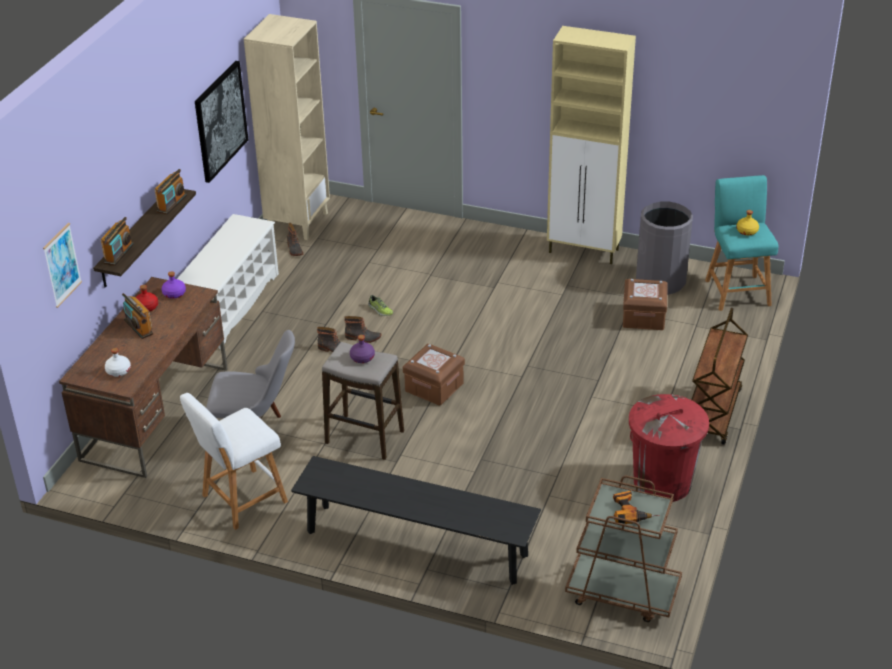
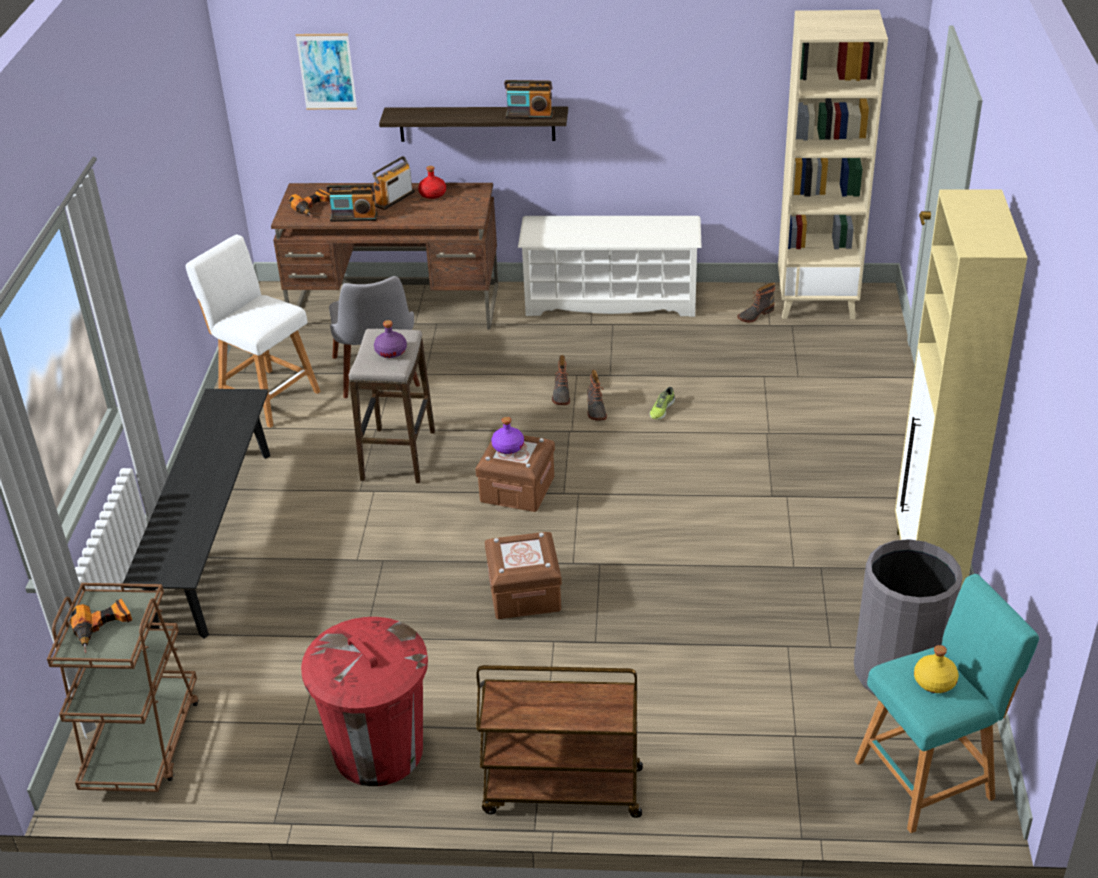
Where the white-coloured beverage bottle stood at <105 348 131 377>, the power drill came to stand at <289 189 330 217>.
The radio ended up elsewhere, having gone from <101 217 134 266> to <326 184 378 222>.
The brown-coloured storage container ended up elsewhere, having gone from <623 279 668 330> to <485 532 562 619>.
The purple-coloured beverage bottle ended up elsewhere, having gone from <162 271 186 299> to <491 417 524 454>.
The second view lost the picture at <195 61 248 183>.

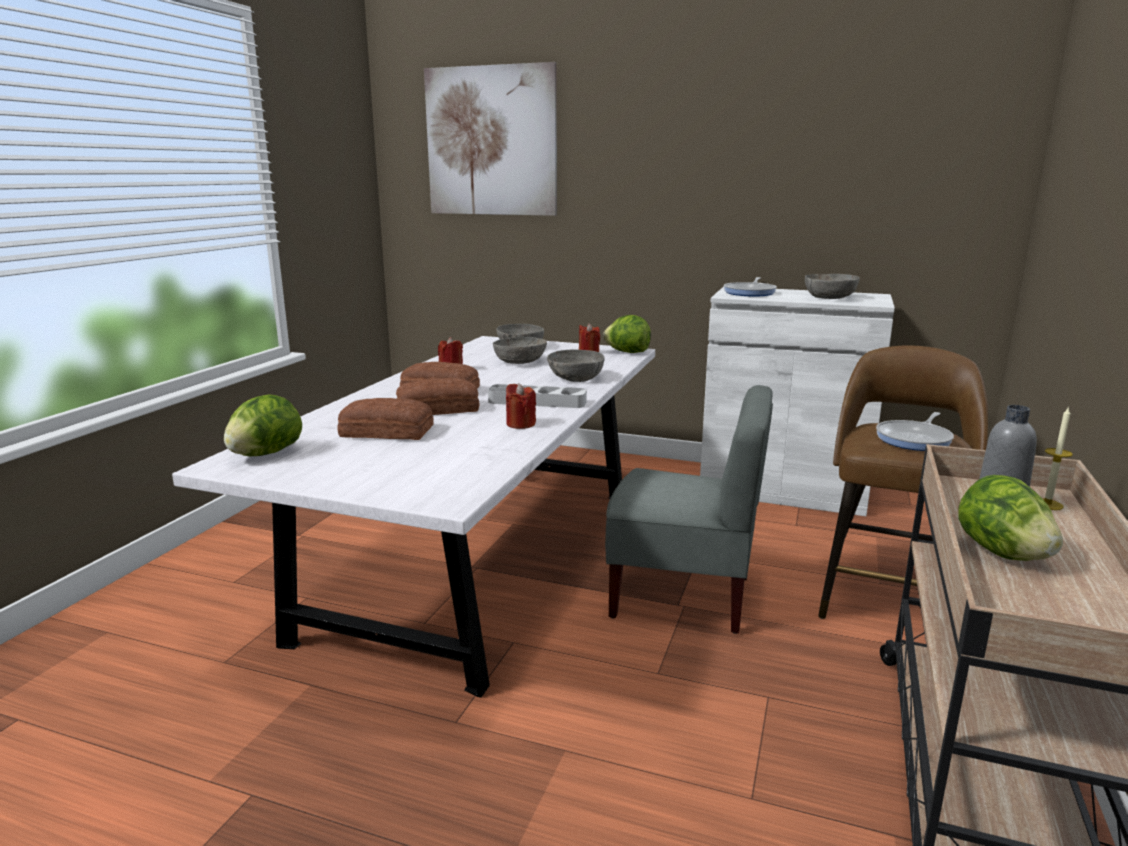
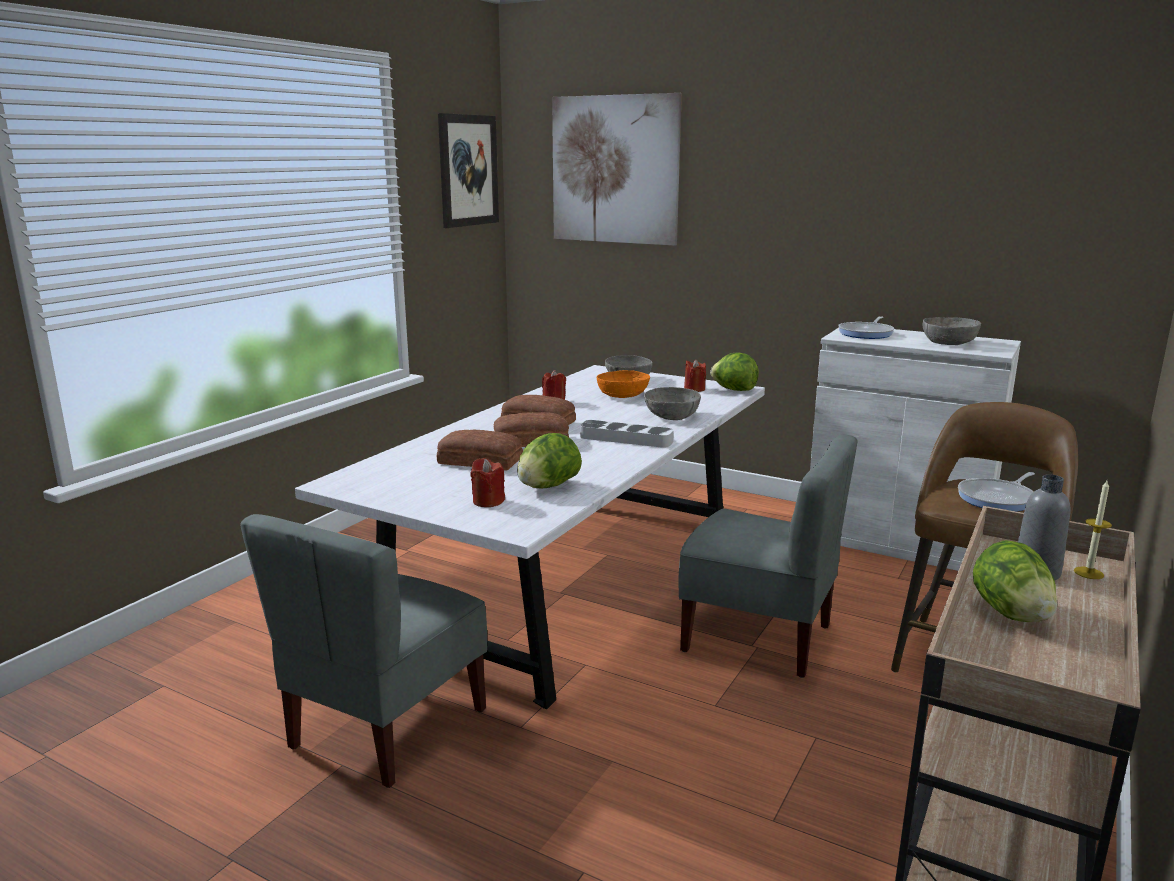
The second view gained the gray upright chair at <240 514 487 788>.
The second view gained the picture at <438 113 499 228>.
The reddish candle ended up elsewhere, having gone from <506 383 536 429> to <470 458 505 507>.
The lettuce head ended up elsewhere, having gone from <224 394 302 456> to <517 433 582 488>.
What was the gray bowl at <493 337 547 364> turned into the orange-coloured bowl at <597 370 650 398>.

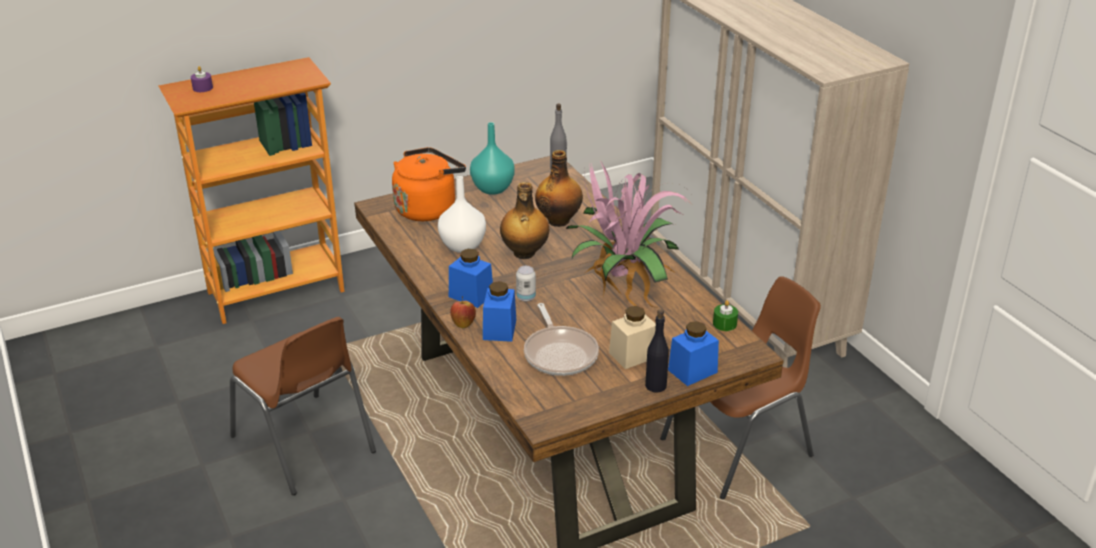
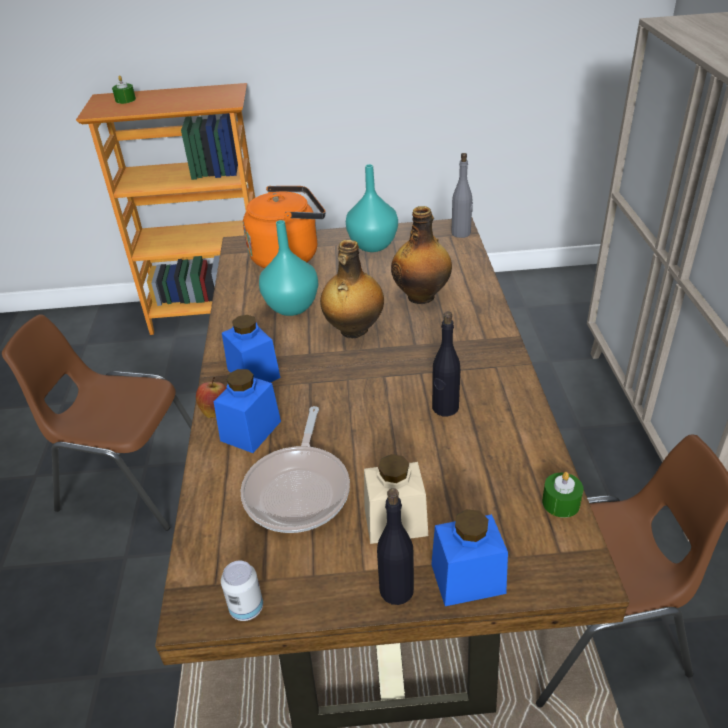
The brown-coloured upright chair at <230 317 376 495> ended up facing another way, 120 degrees clockwise from before.
What was the purple-coloured candle at <191 66 213 92> turned into the green candle at <112 75 136 104>.
The metal can ended up elsewhere, having gone from <516 266 536 302> to <221 561 263 621>.
What was the white-coloured decorative vase at <438 176 486 253> turned into the turquoise decorative vase at <259 220 318 316>.
Where the houseplant stood at <566 161 694 307>, the black beverage bottle came to stand at <432 312 460 416>.

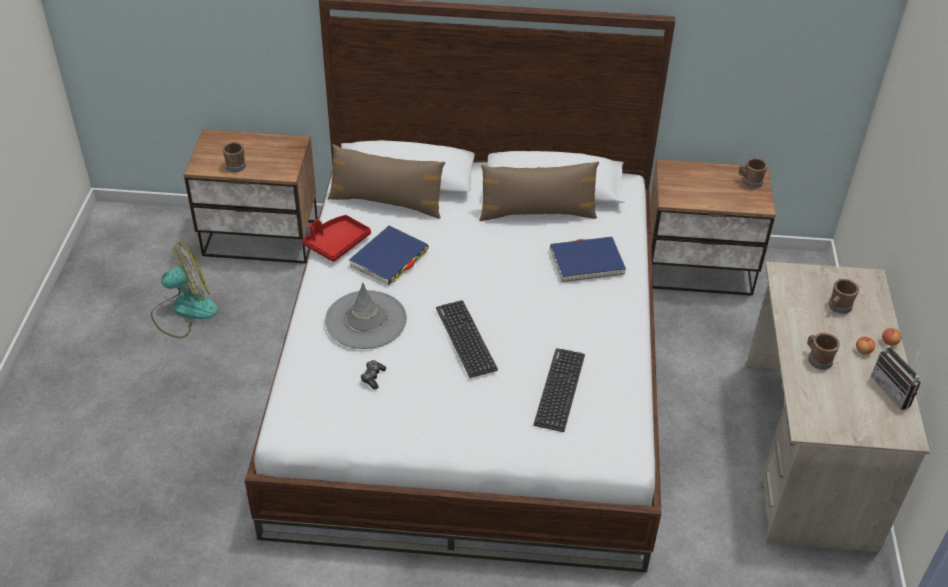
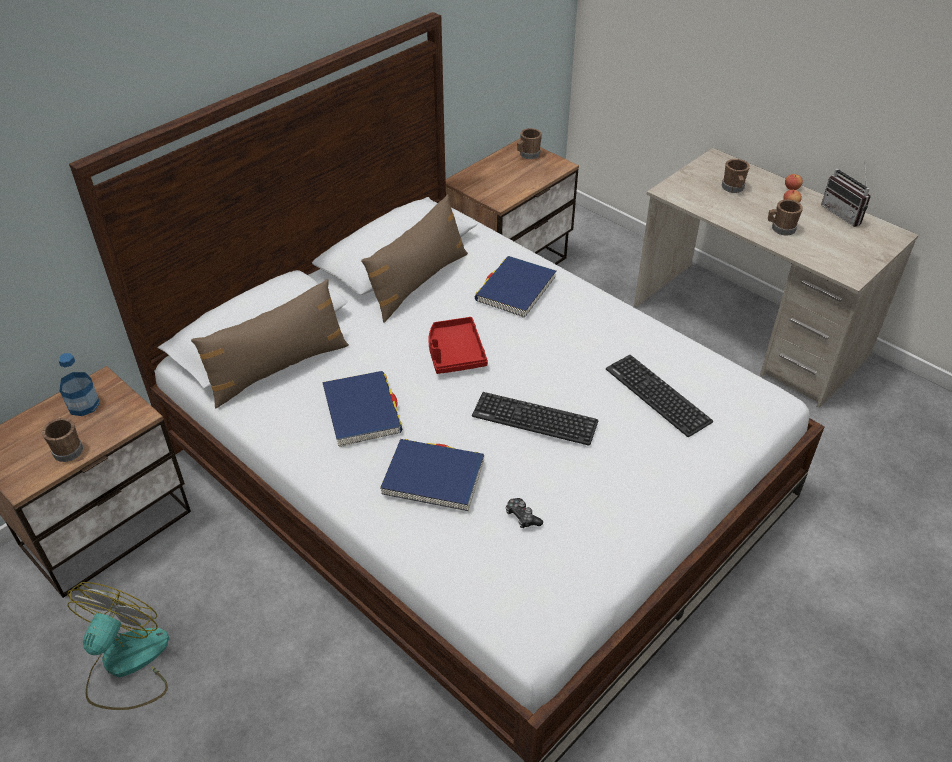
The second view gained the beverage bottle at <59 353 100 416>.
Where the gray clothing hat stood at <325 283 407 349>, the blue volume came to stand at <380 439 484 511>.
The reddish serving tray ended up elsewhere, having gone from <302 215 371 262> to <428 317 488 374>.
The radio at <871 343 921 410> ended up facing another way, 45 degrees clockwise from before.

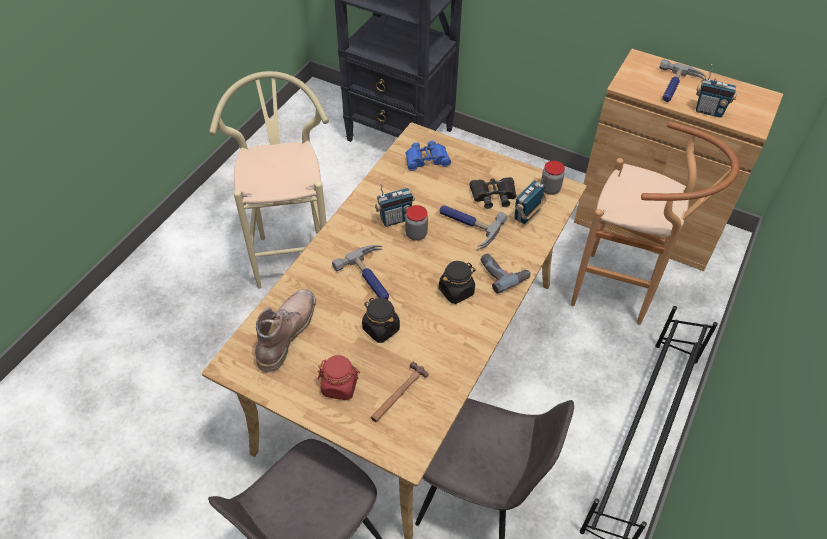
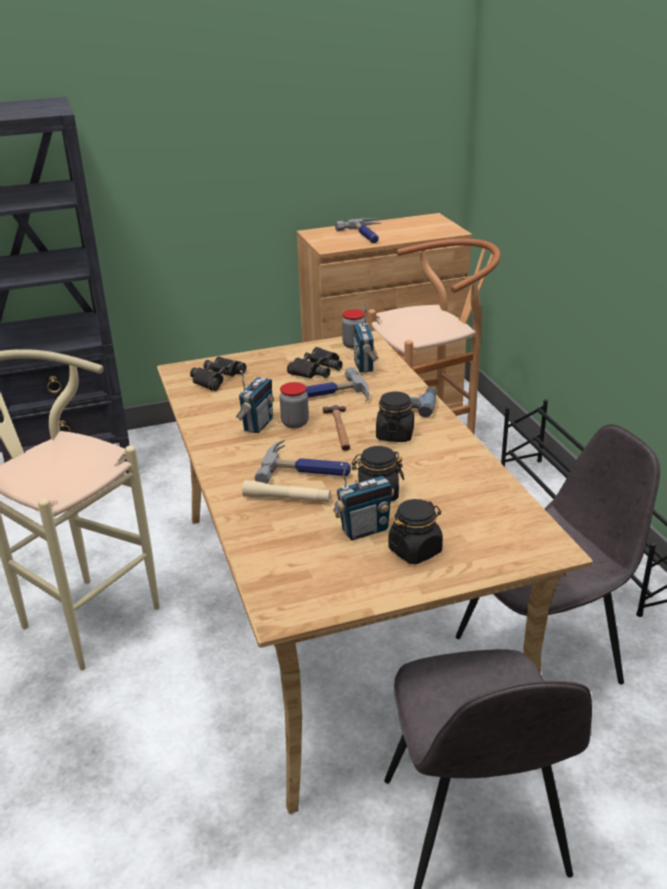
What was the blue field glasses at <406 141 451 171> turned into the black field glasses at <190 357 246 391>.
The second view gained the beige hand torch at <242 480 331 502>.
The hammer ended up elsewhere, having gone from <371 362 429 422> to <323 405 350 451>.
The radio ended up elsewhere, having gone from <696 64 737 118> to <333 463 394 540>.
What was the reddish preserve jar at <318 355 360 400> turned into the black preserve jar at <389 499 443 564>.
The second view lost the brown-coloured boot at <255 289 316 373>.

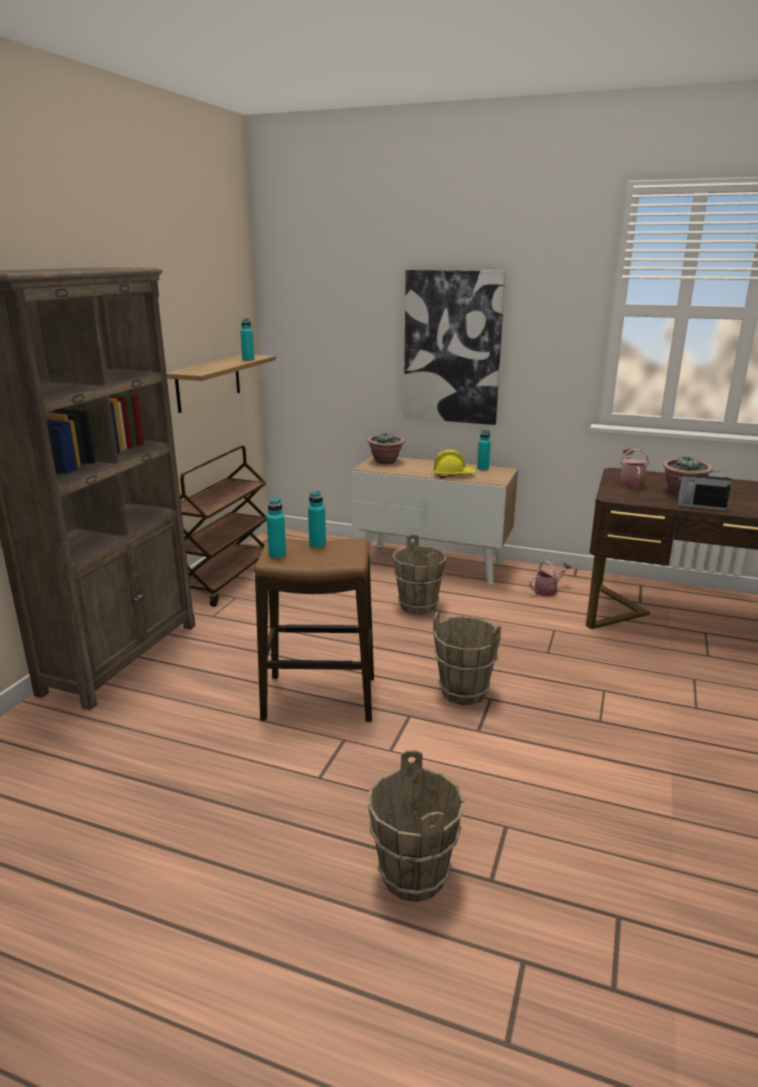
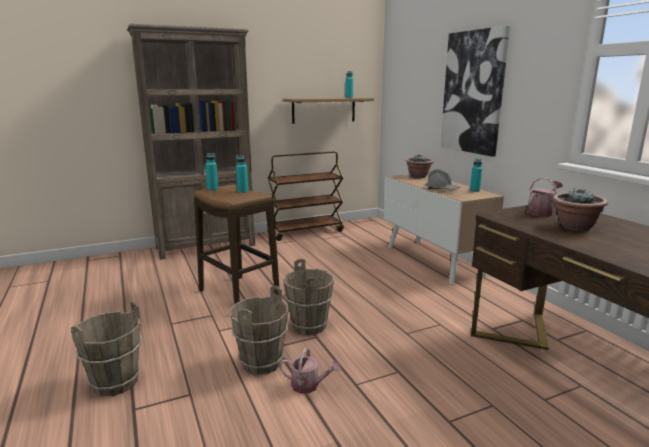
The brown-coloured water bucket ended up elsewhere, having gone from <393 534 446 615> to <229 286 288 375>.
The sprinkling can ended up elsewhere, having gone from <529 561 572 597> to <279 348 341 394>.
What was the yellow-coloured safety helmet at <434 450 476 478> turned into the gray safety helmet at <426 169 460 190>.
The second view lost the radio at <677 470 732 511>.

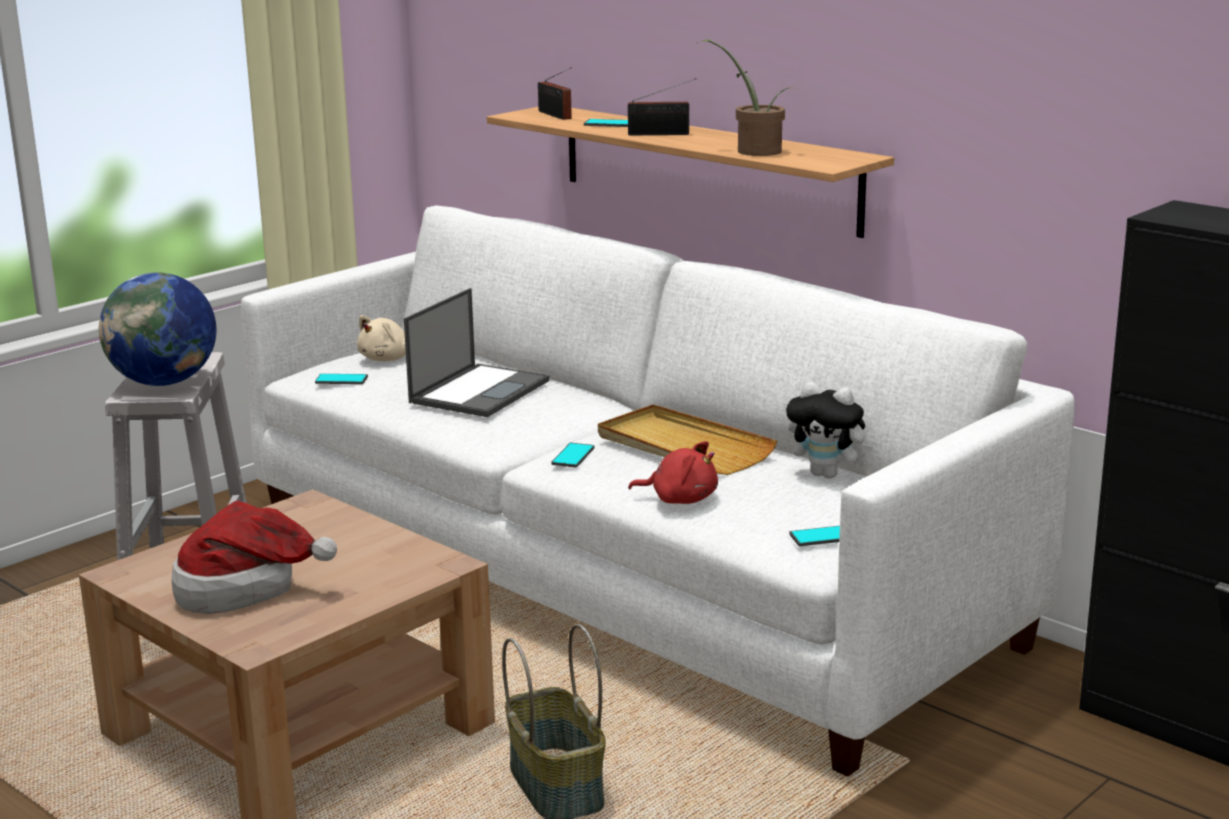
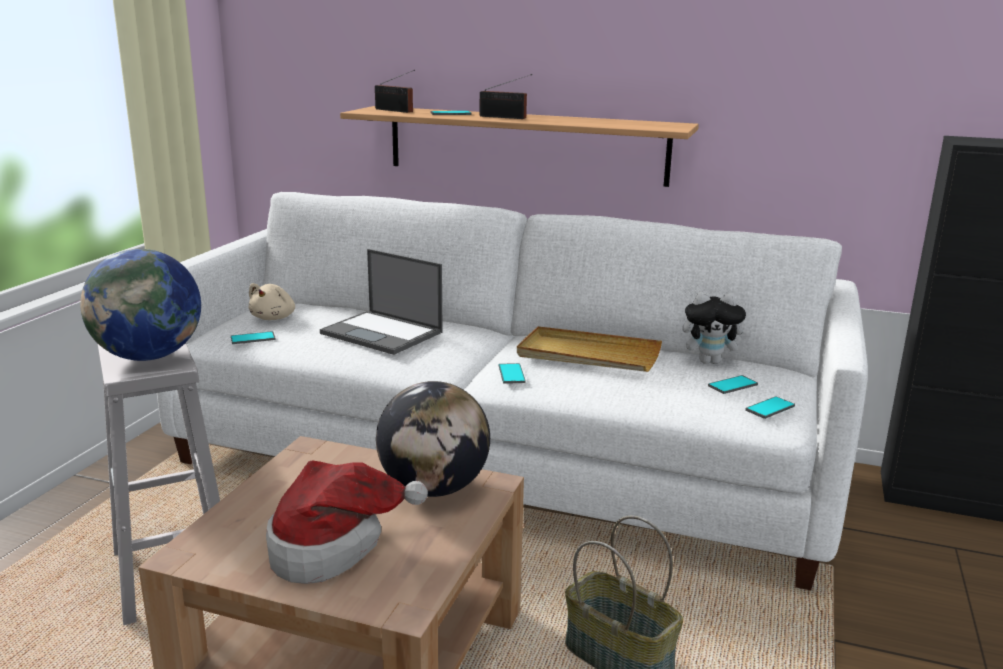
The portable computer at <404 288 549 417> ended up facing another way, 120 degrees clockwise from before.
The second view gained the world globe at <376 381 490 497>.
The radio at <628 78 696 135> ended up facing another way, 45 degrees clockwise from before.
The second view gained the phone at <708 375 758 394>.
The second view lost the reddish plush toy at <628 441 718 504>.
The second view lost the houseplant at <695 39 796 156>.

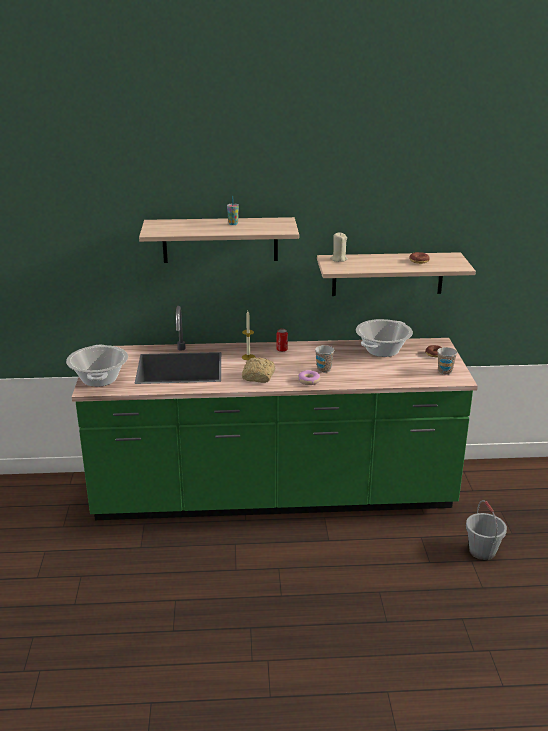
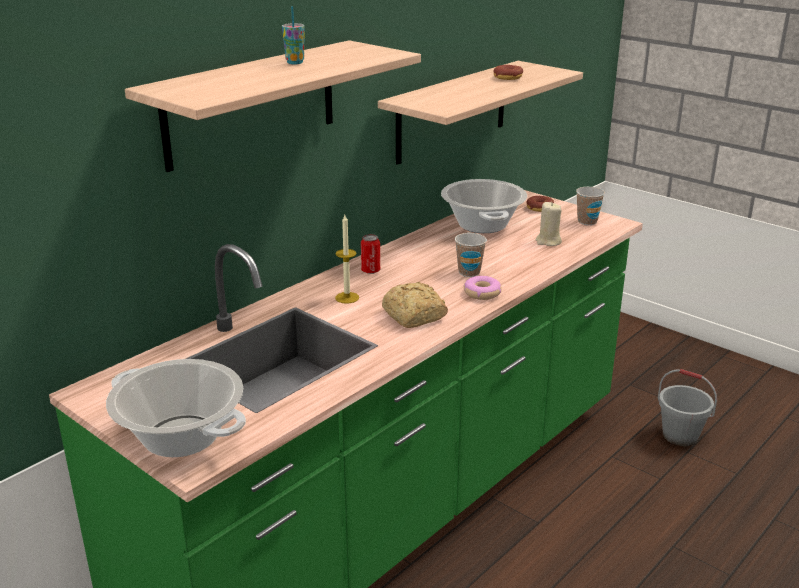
The beige candle ended up elsewhere, having gone from <330 232 348 262> to <536 202 562 246>.

